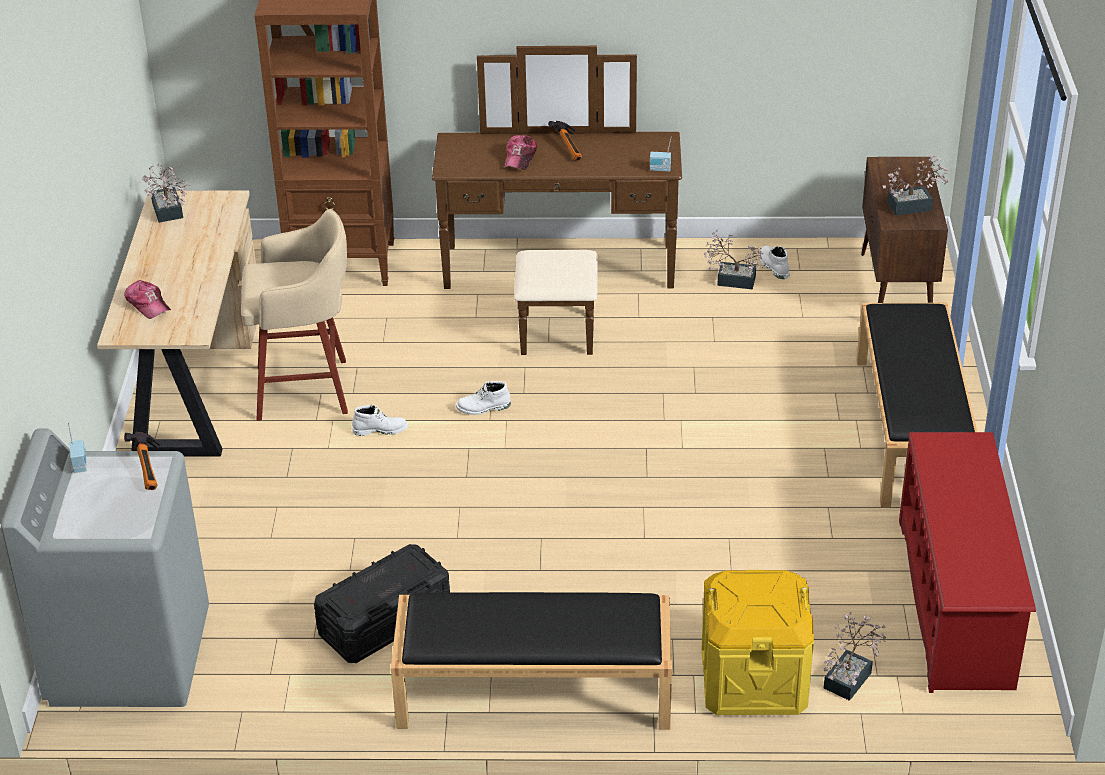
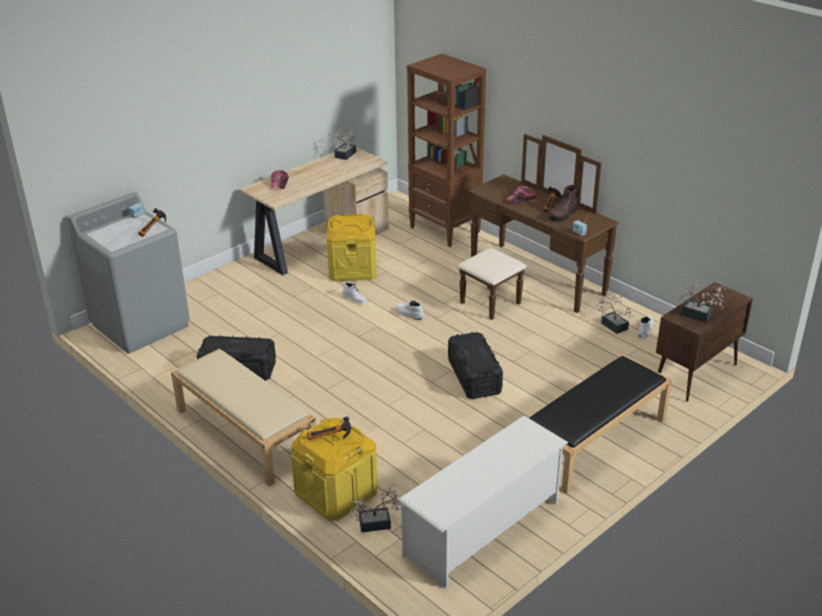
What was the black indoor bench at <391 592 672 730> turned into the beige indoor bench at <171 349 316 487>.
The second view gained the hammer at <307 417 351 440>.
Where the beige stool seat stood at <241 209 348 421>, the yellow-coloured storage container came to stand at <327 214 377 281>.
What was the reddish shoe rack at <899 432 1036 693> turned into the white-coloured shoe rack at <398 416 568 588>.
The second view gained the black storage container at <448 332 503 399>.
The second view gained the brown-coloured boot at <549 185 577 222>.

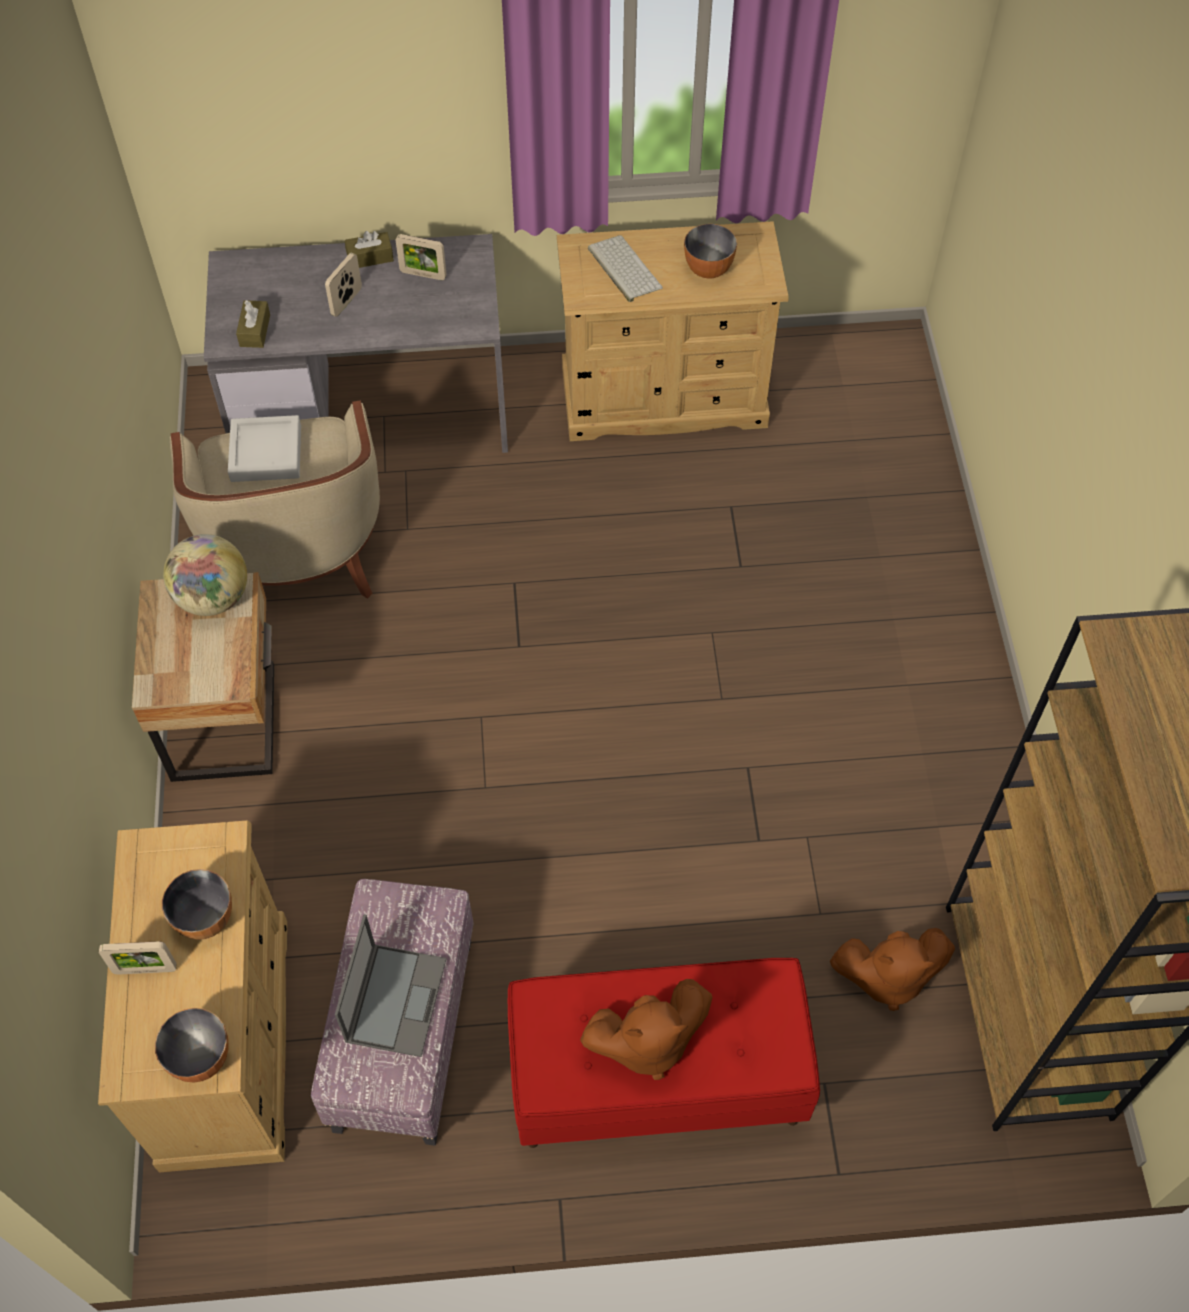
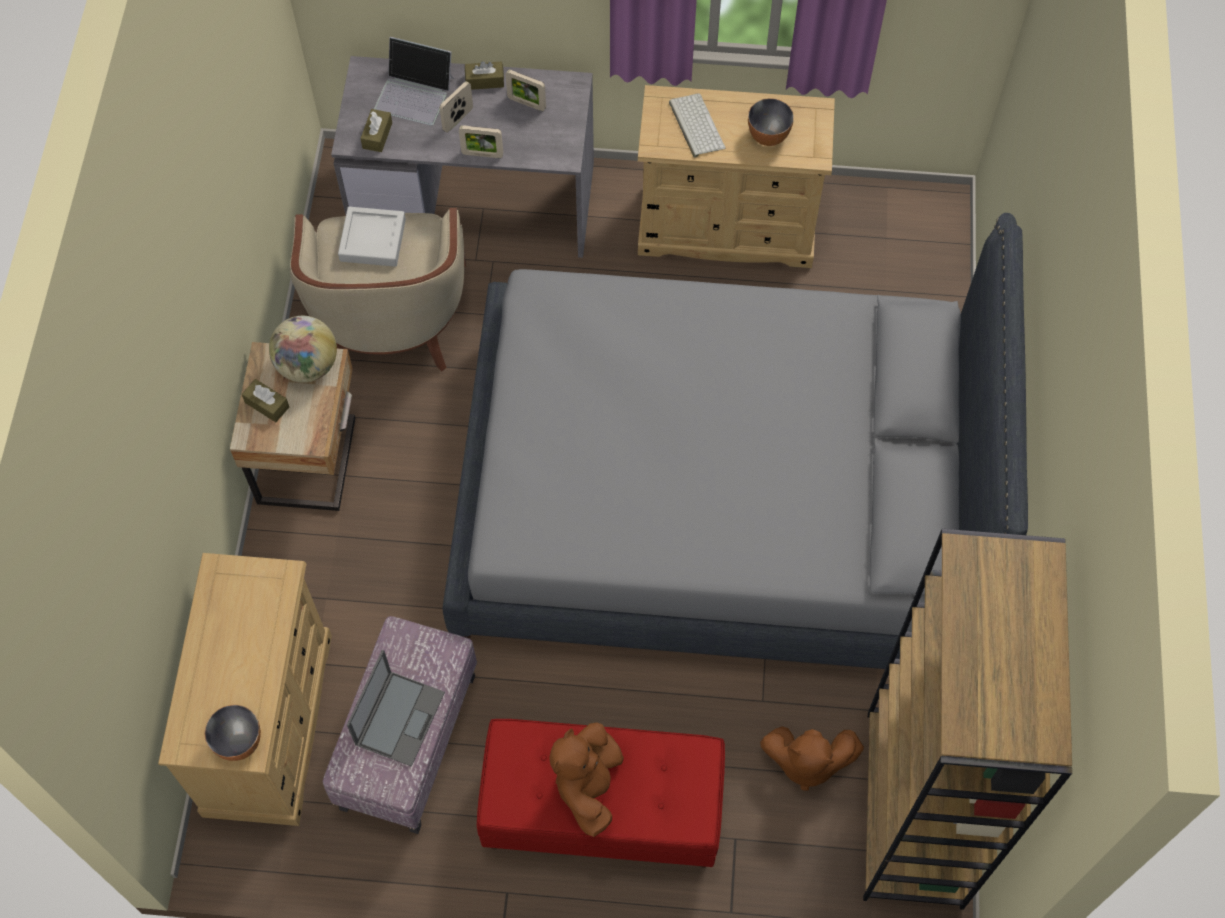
The second view gained the brown-coloured tissue holder at <242 379 289 422>.
The second view gained the portable computer at <374 37 454 125>.
The second view gained the gray sleeping bed at <442 213 1028 669>.
The standing frame ended up elsewhere, having gone from <99 942 177 974> to <459 125 503 158>.
The brown-coloured plush toy at <580 979 712 1080> ended up facing another way, 105 degrees clockwise from before.
The second view lost the bowl at <162 869 232 940>.

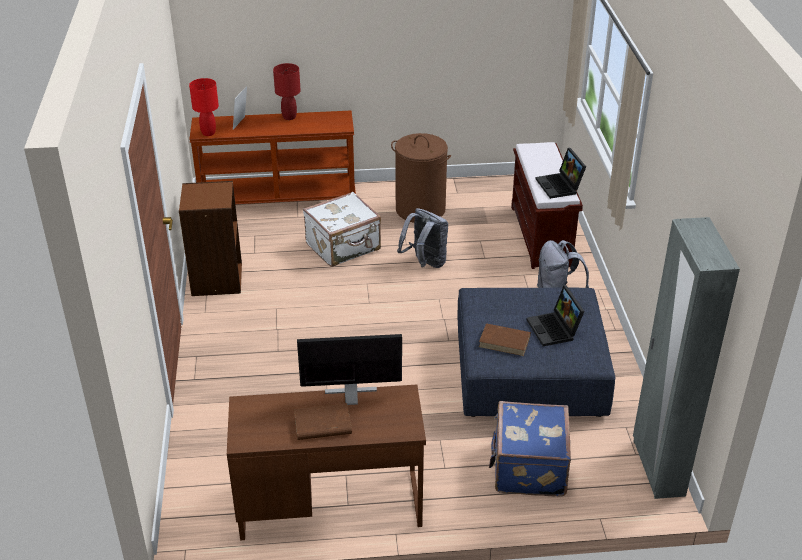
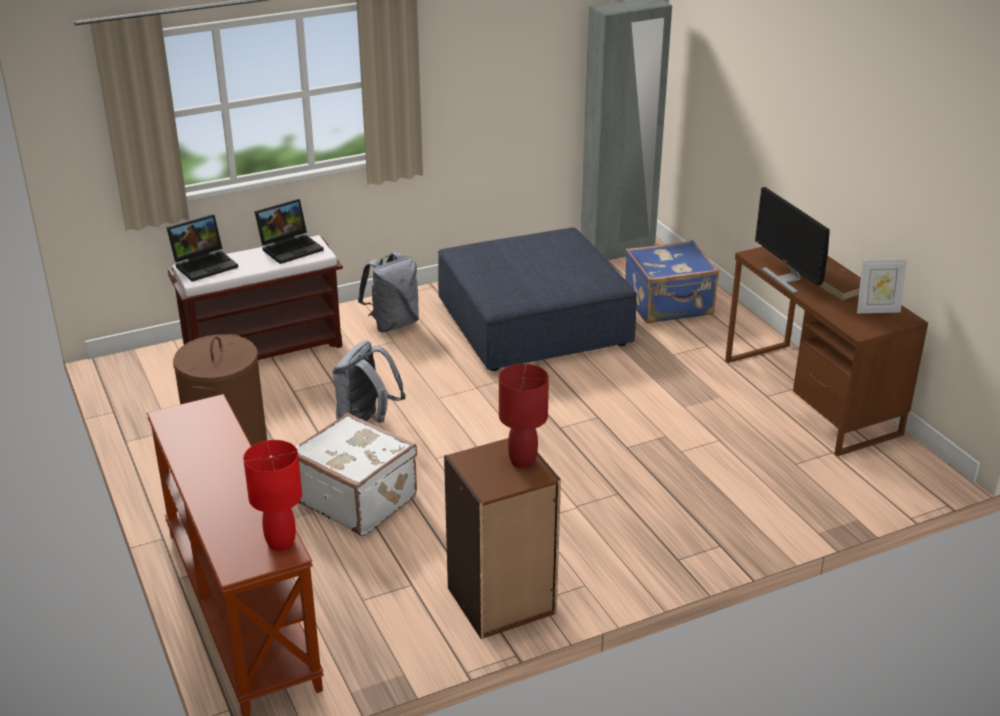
The portable computer ended up elsewhere, having gone from <526 285 585 346> to <166 214 238 282>.
The reddish lamp for a table ended up elsewhere, having gone from <273 63 301 120> to <499 364 549 468>.
The standing frame ended up elsewhere, having gone from <233 86 247 129> to <857 259 907 313>.
The second view lost the brown-coloured volume at <479 323 531 356>.

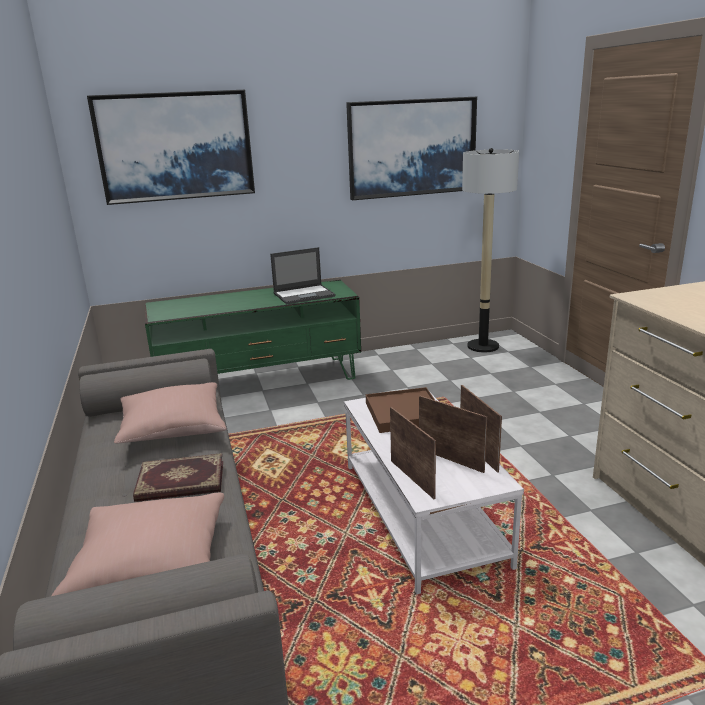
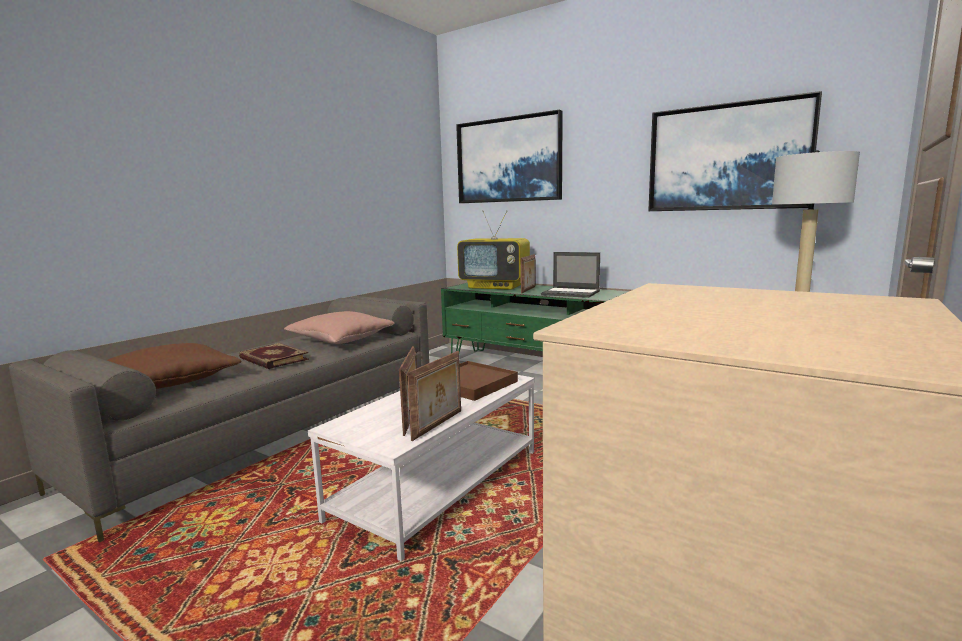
What was the pinkish cushion at <52 493 224 596> turned into the brown-coloured cushion at <107 343 241 389>.
The second view gained the television at <457 210 530 290>.
The standing frame ended up elsewhere, having gone from <390 407 436 499> to <521 254 535 293>.

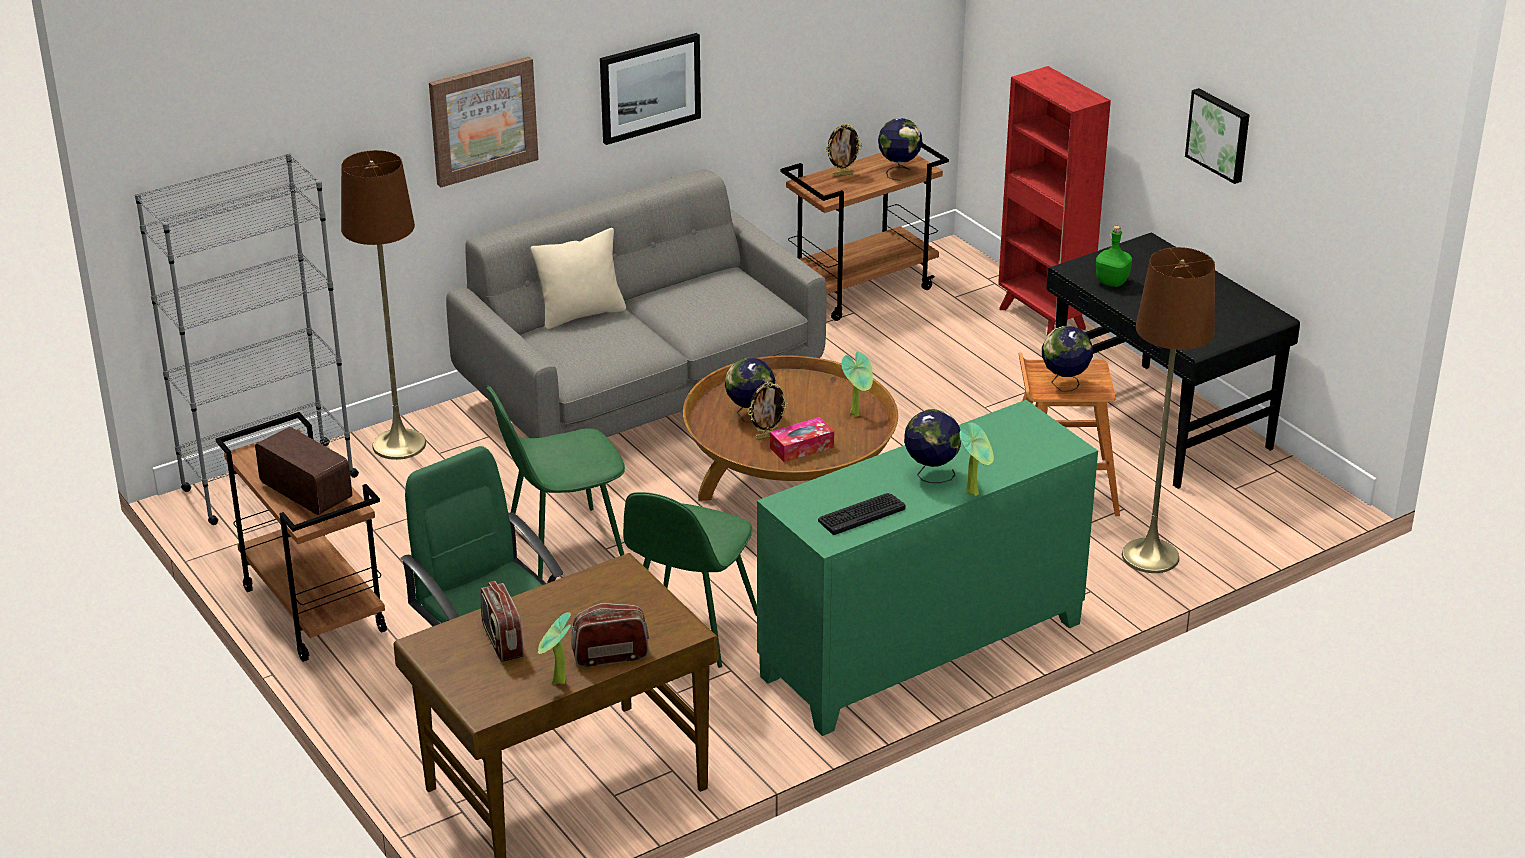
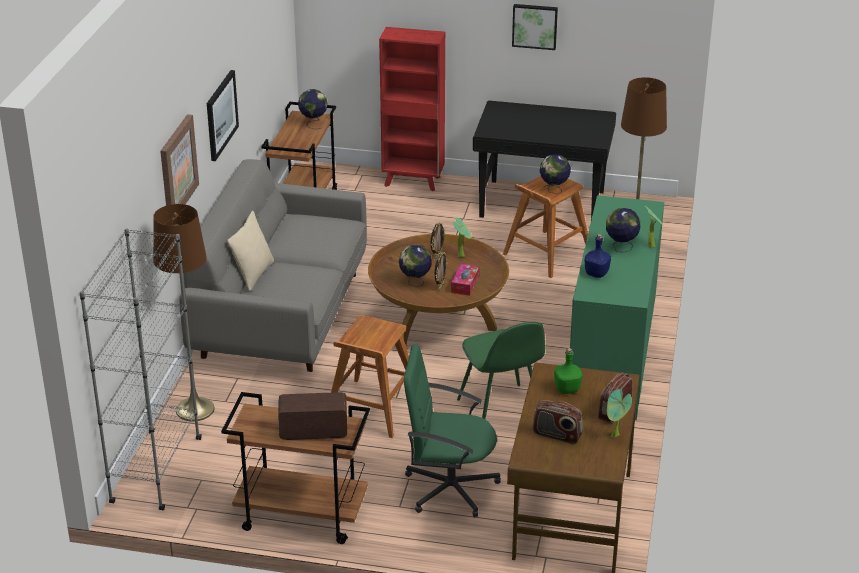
Where the green upright chair stood at <486 385 625 579>, the brown-coloured stool seat came to stand at <331 315 409 438>.
The standing frame ended up elsewhere, having gone from <826 124 862 176> to <431 222 445 261>.
The green beverage bottle ended up elsewhere, having gone from <1096 226 1132 287> to <554 348 582 394>.
The second view gained the blue beverage bottle at <585 234 611 278>.
The second view lost the keyboard at <818 493 906 535>.

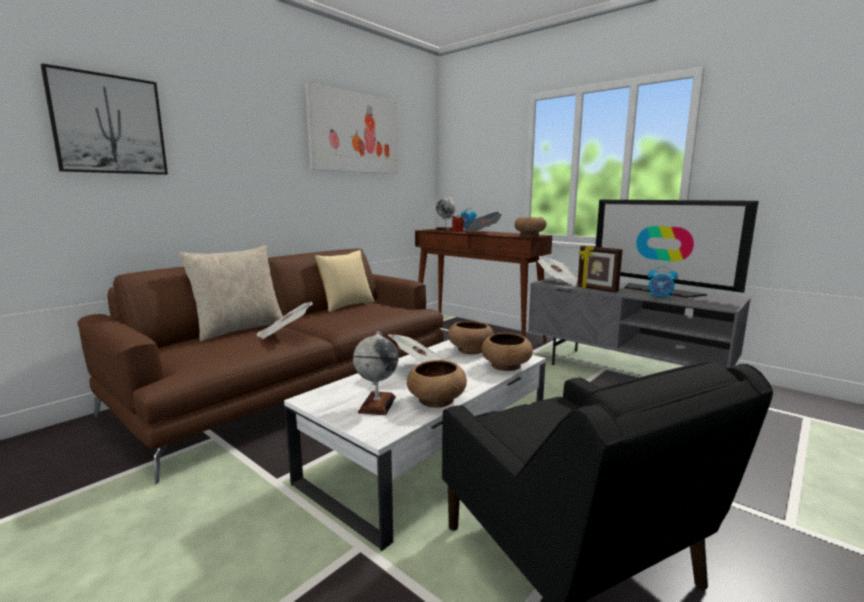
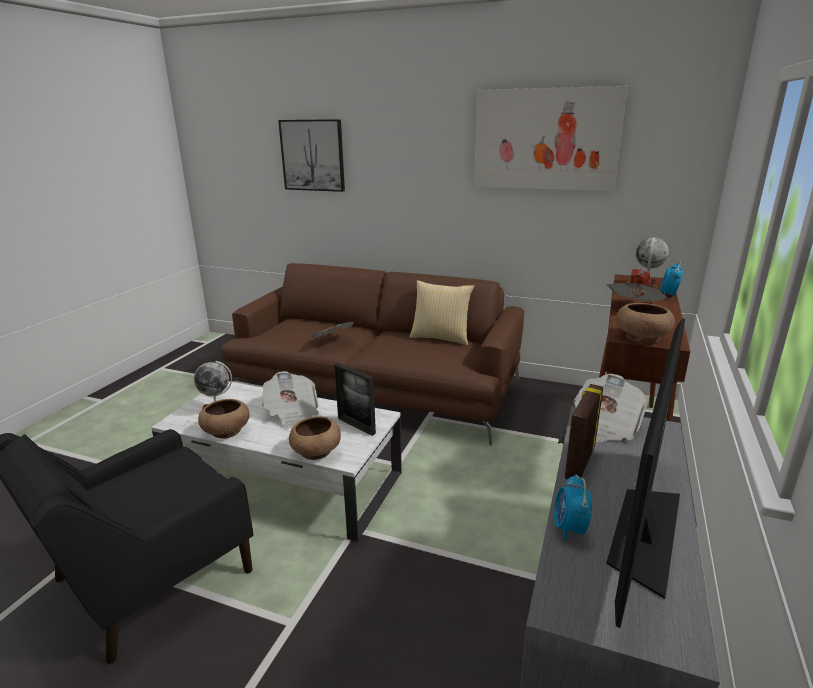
Where the brown-coloured bowl stood at <448 321 494 354>, the standing frame came to stand at <334 363 376 436>.
The second view lost the beige cushion at <179 245 283 342>.

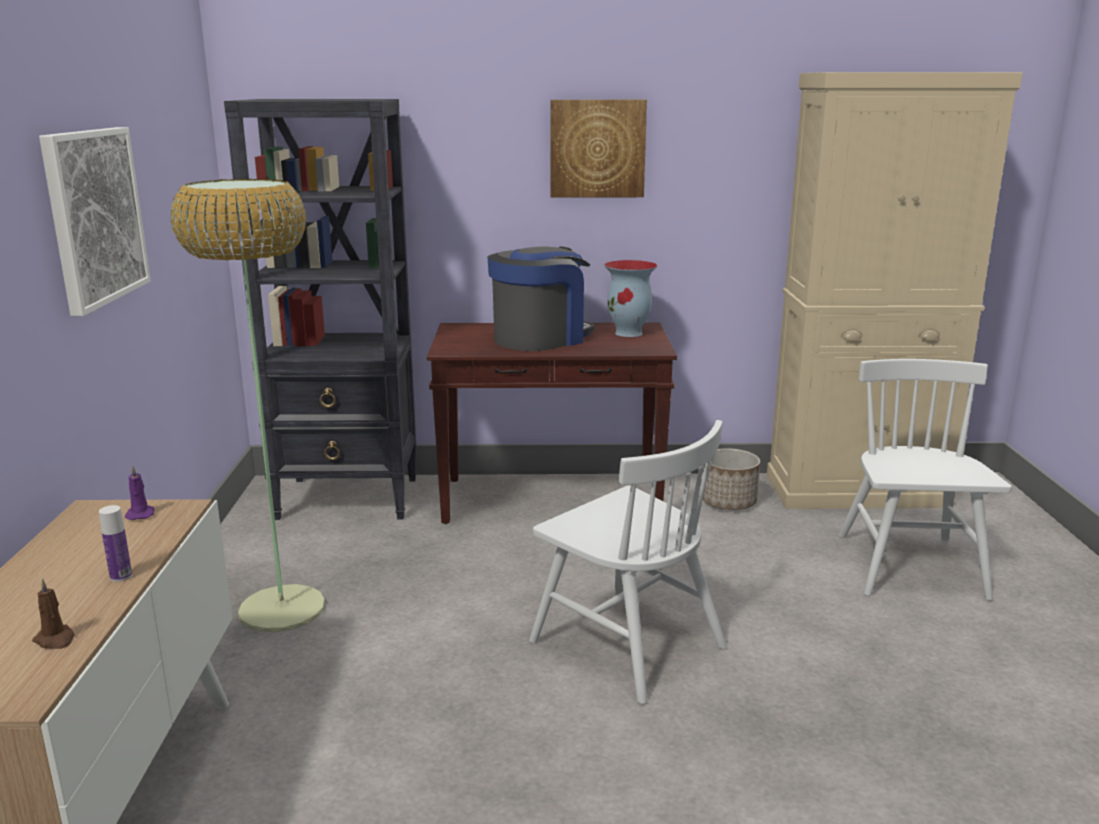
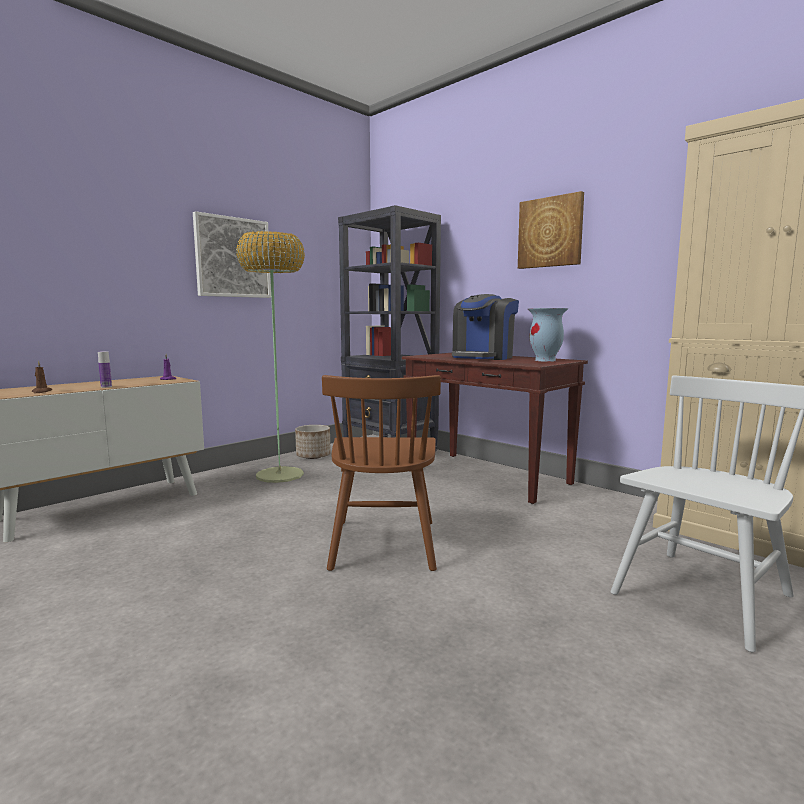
The flower pot ended up elsewhere, having gone from <702 448 760 510> to <295 425 331 459>.
What was the white-coloured upright chair at <529 420 727 704> turned into the brown-coloured upright chair at <322 375 441 571>.
The coffee brewer at <487 246 595 351> ended up facing another way, 120 degrees clockwise from before.

